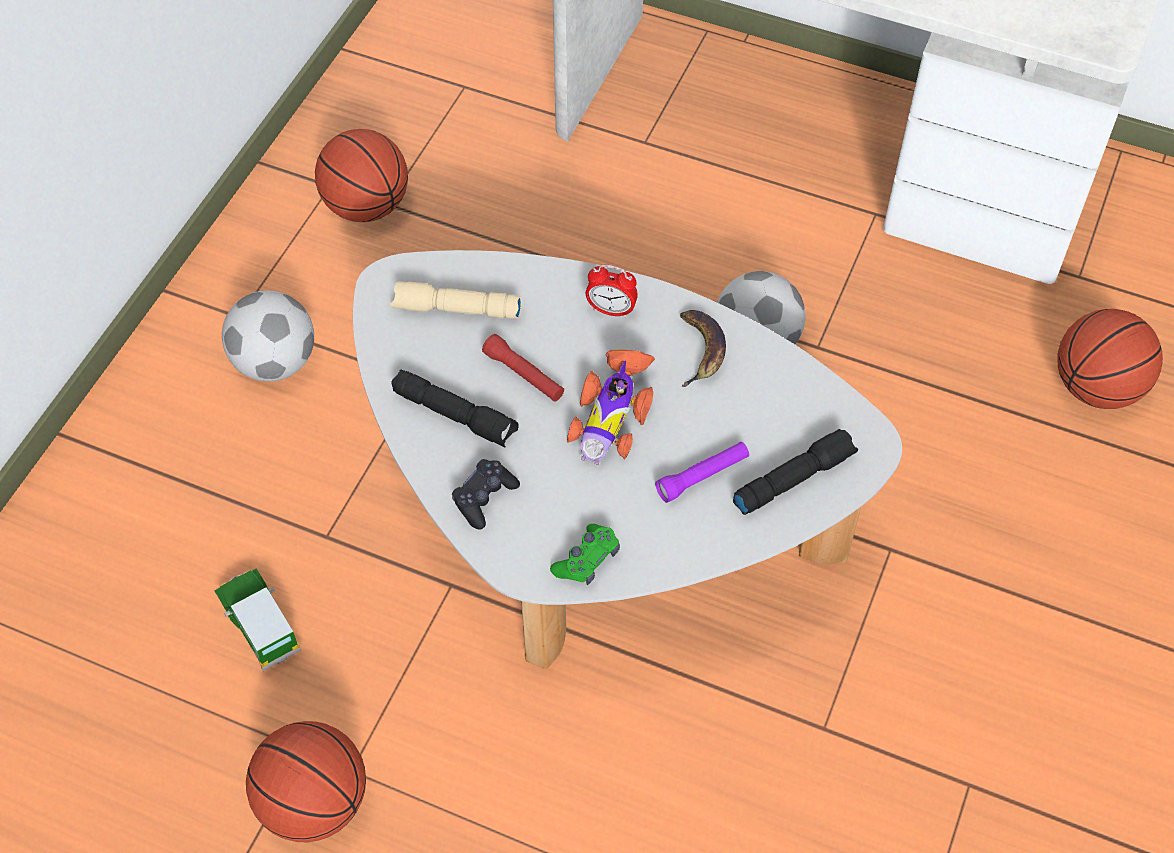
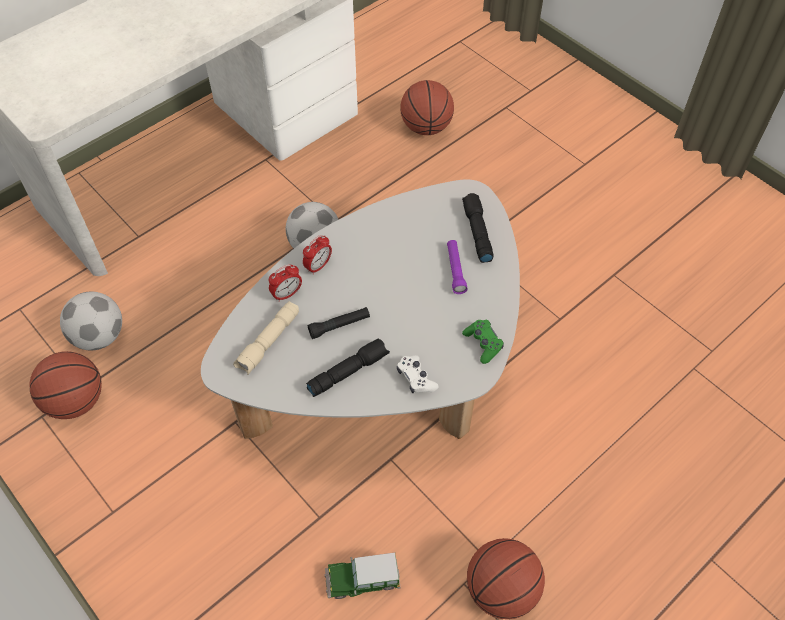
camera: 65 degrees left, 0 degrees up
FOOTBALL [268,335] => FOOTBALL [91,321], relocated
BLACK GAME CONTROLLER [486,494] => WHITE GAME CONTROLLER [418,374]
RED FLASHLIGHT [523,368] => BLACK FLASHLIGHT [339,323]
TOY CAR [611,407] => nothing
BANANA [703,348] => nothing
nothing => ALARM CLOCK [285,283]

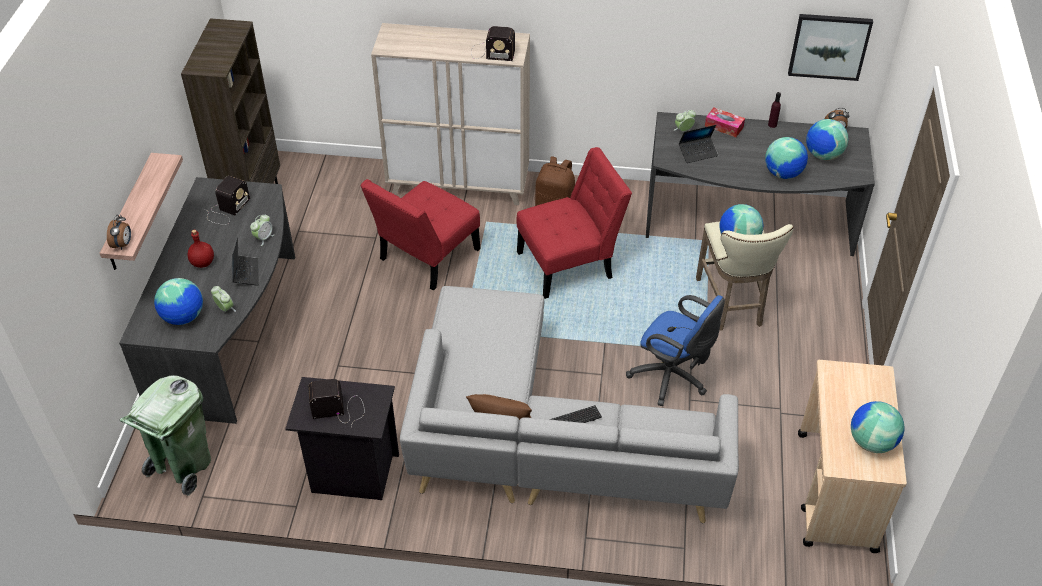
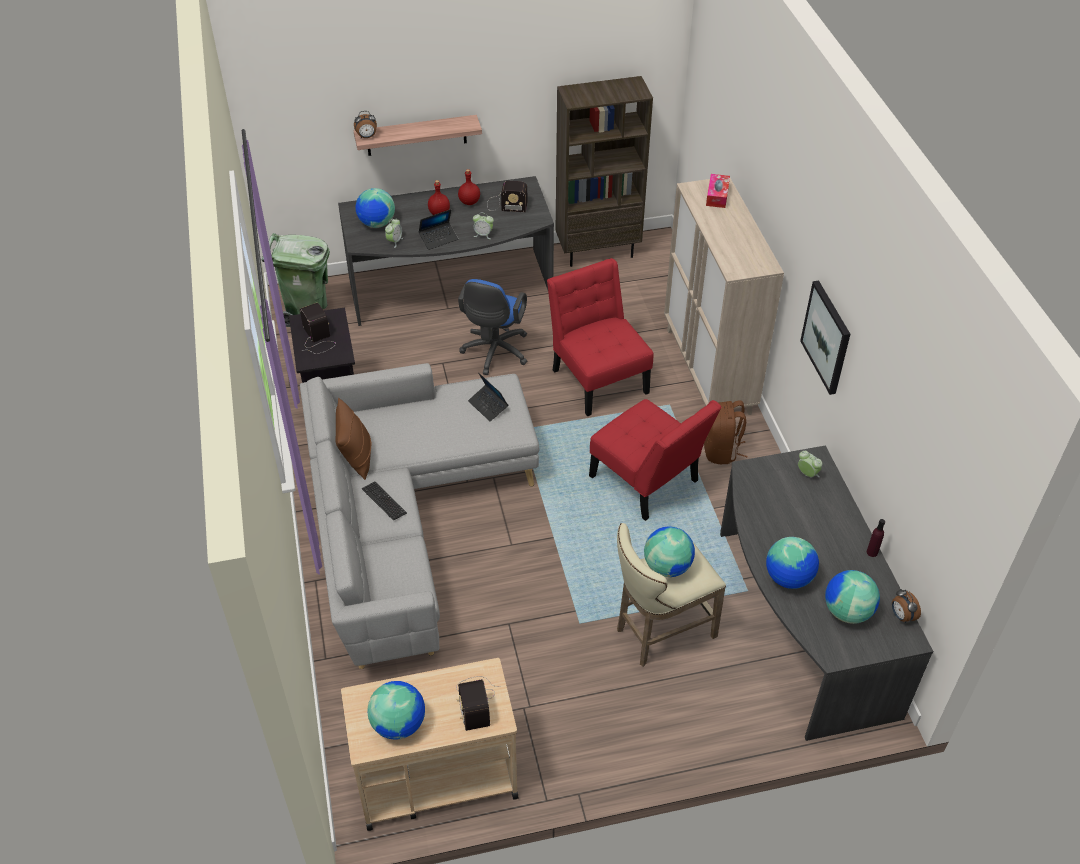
camera: 70 degrees right, 0 degrees up
RED CHAIR [420,235] => RED CHAIR [600,337], 45 degrees clockwise
RADIO [493,43] => RADIO [478,703], relocated
BLUE OFFICE CHAIR [675,350] => BLUE OFFICE CHAIR [492,327], relocated
LAPTOP [698,144] => LAPTOP [488,397], relocated
TISSUE BOX [725,122] => TISSUE BOX [718,191], relocated
PICTURE [830,47] => PICTURE [825,337], relocated
nothing => RED BOTTLE [469,187]

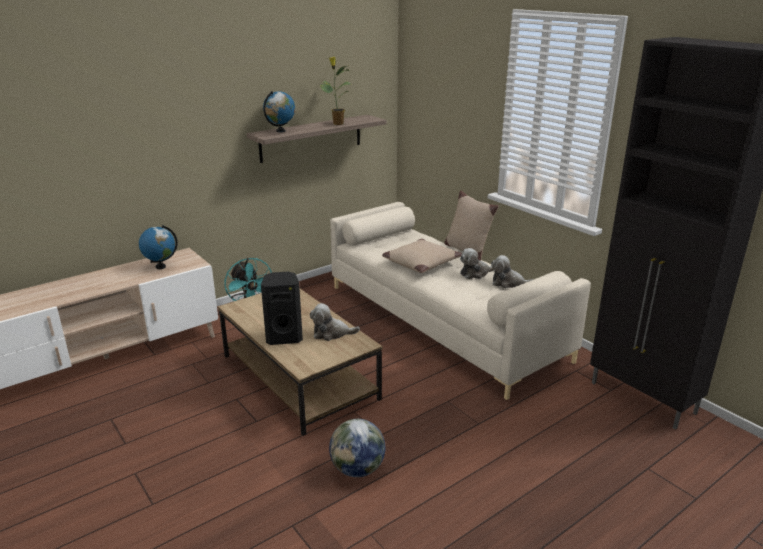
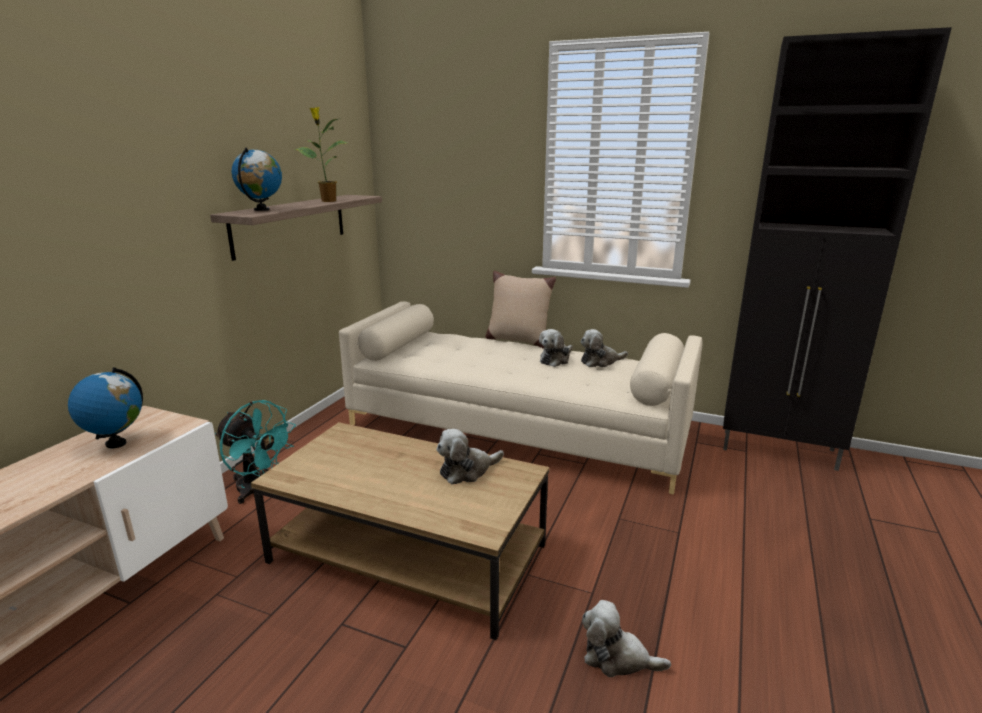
camera: 30 degrees left, 5 degrees down
BLACK SPEAKER [282,308] => nothing
GLOBE [357,448] => PLUSH TOY [626,638]
BEIGE PILLOW [422,256] => nothing

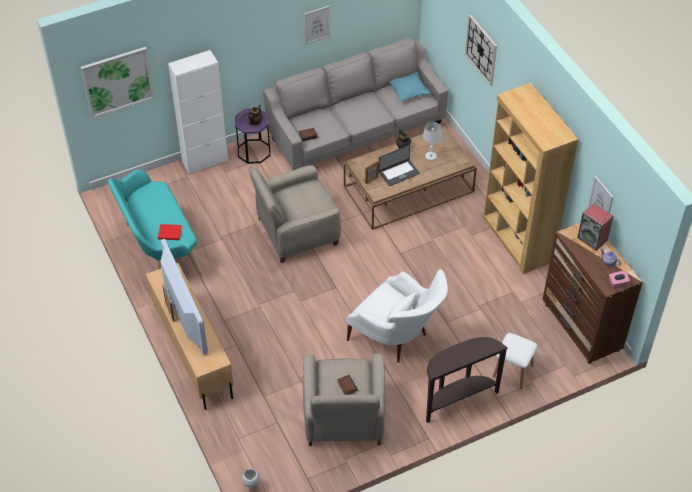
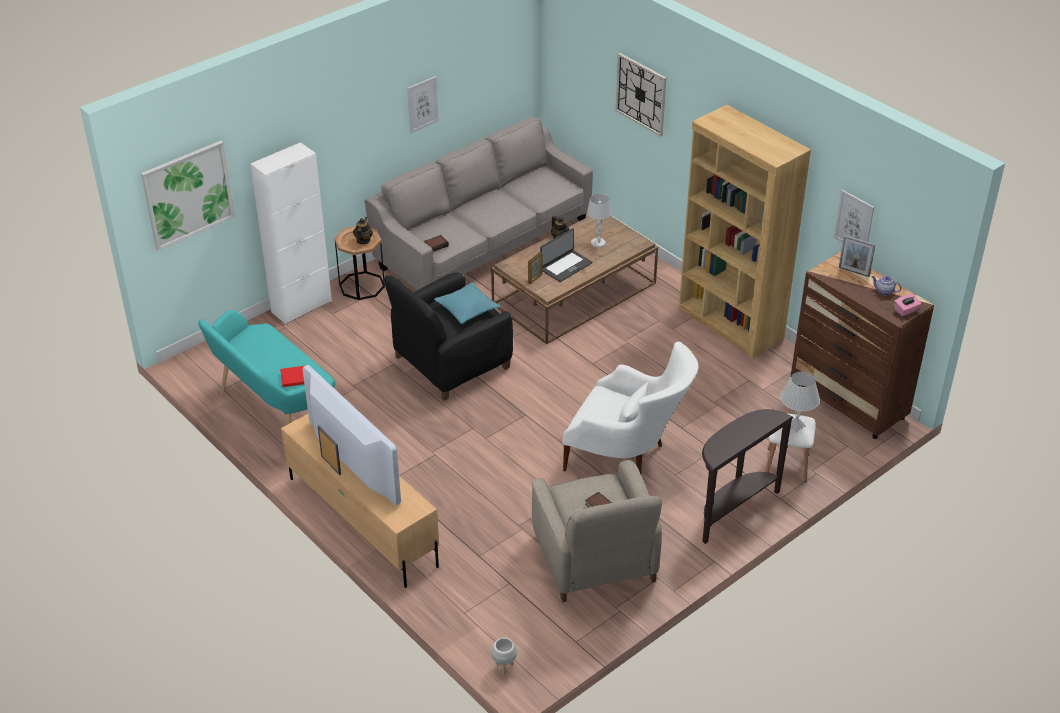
camera: 15 degrees left, 10 degrees down
PURPLE SIDE TABLE [252,136] => BROWN SIDE TABLE [359,263]
BEIGE ARMCHAIR [295,214] => BLACK ARMCHAIR [448,336]
TURQUOISE PILLOW [410,87] => TURQUOISE PILLOW [467,303], relocated
SPEAKER [595,227] => PICTURE FRAME [857,256]
nothing => WHITE TABLE LAMP [800,402]

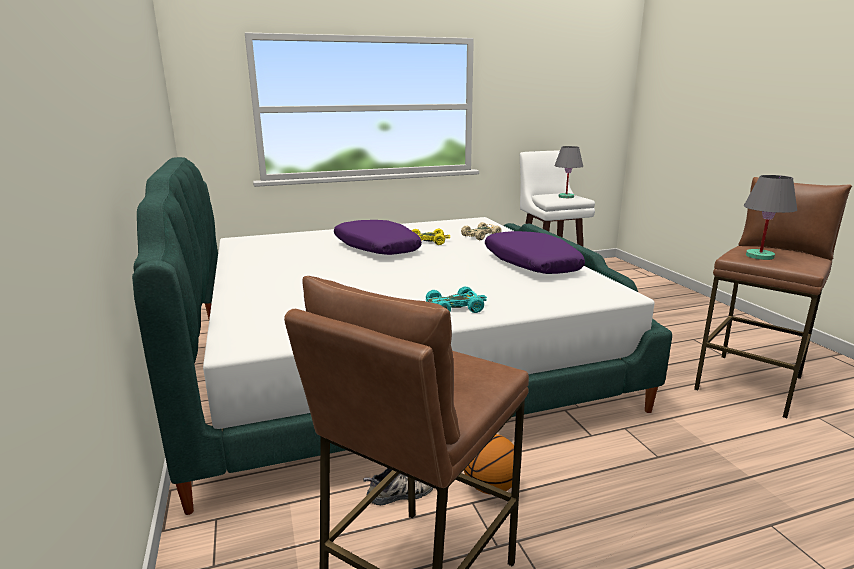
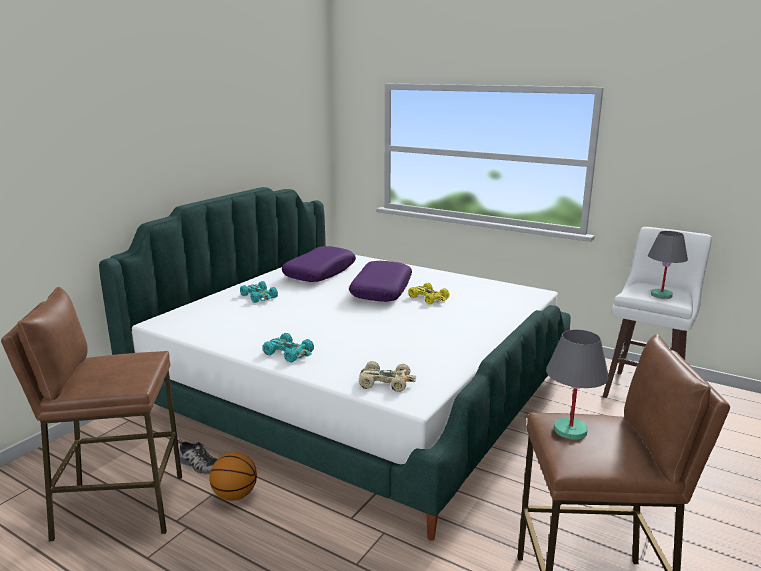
camera: 50 degrees right, 0 degrees up
BEIGE TOY CAR [481,231] => BEIGE TOY CAR [387,376], relocated
PURPLE PILLOW [535,252] => PURPLE PILLOW [319,264], relocated
nothing => TURQUOISE TOY CAR [259,292]

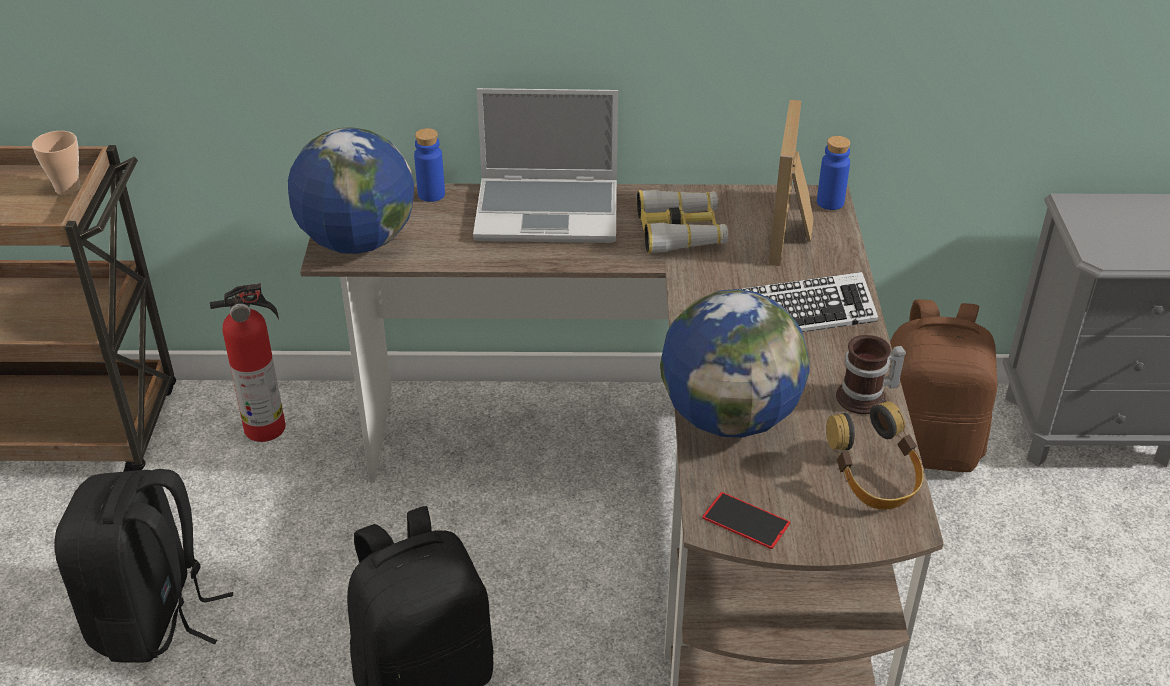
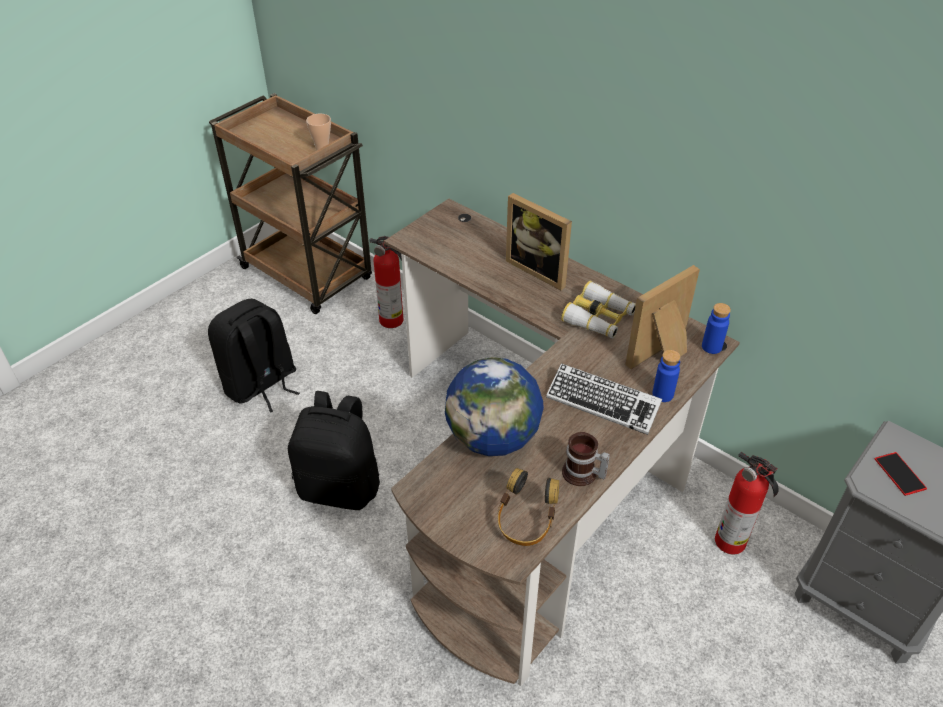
camera: 40 degrees right, 5 degrees up
GLOBE [351,190] => nothing
BLUE BOTTLE [429,165] => BLUE BOTTLE [666,376], relocated
LAPTOP [545,165] => PICTURE FRAME [539,242]
PHONE [746,520] => PHONE [901,474], relocated
BROWN BACKPACK [943,385] => FIRE EXTINGUISHER [747,503]

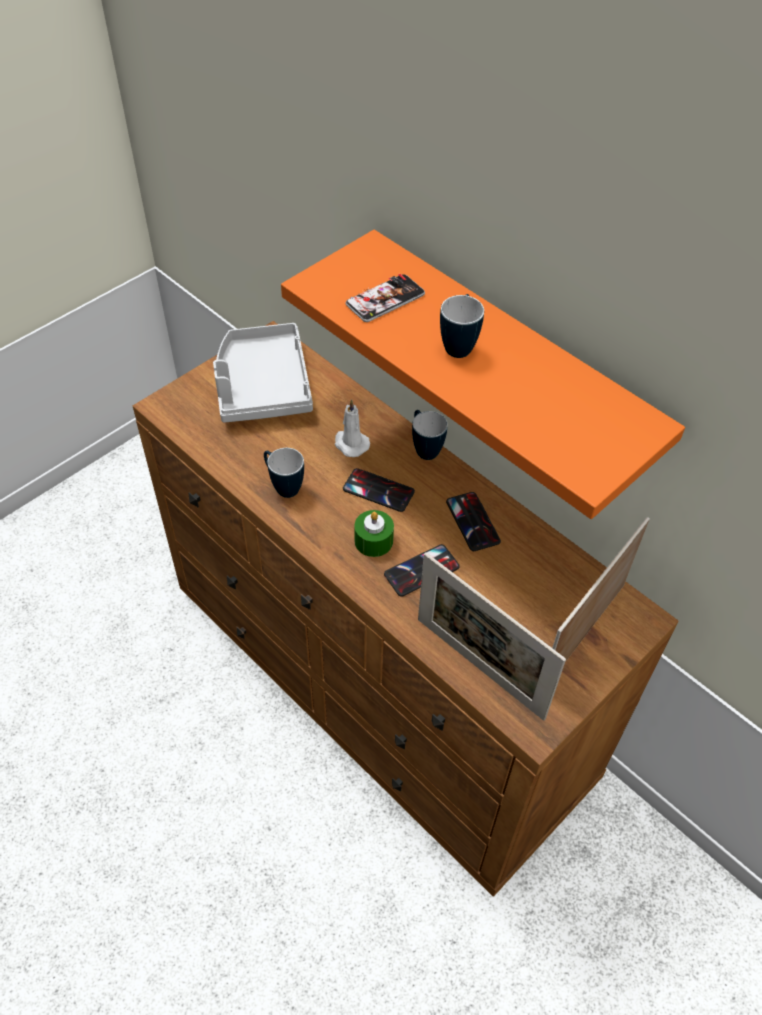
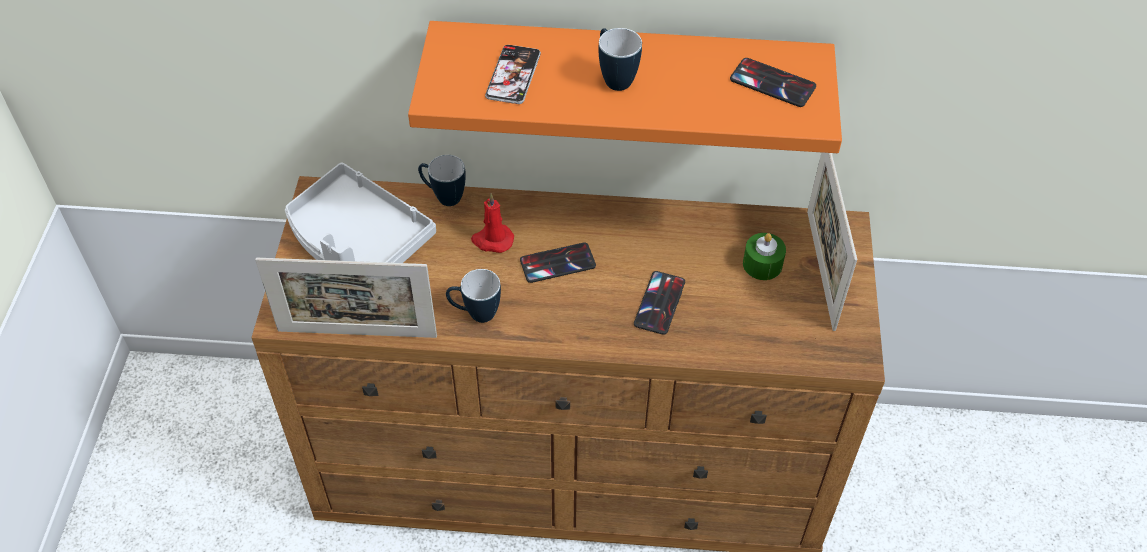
camera: 40 degrees left, 0 degrees up
WHITE CANDLE [352,428] => RED CANDLE [492,223]
GREEN CANDLE [374,533] => GREEN CANDLE [764,256], relocated
MUG [430,435] => MUG [442,180], relocated
PICTURE FRAME [492,636] => PICTURE FRAME [346,298], relocated
PHONE [473,521] => PHONE [773,82], relocated

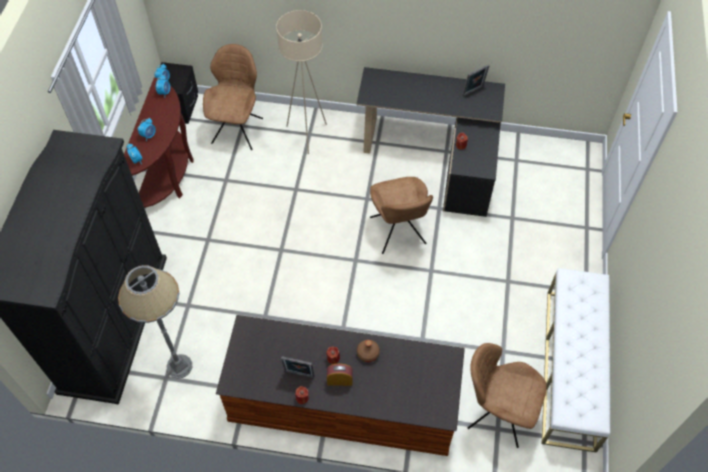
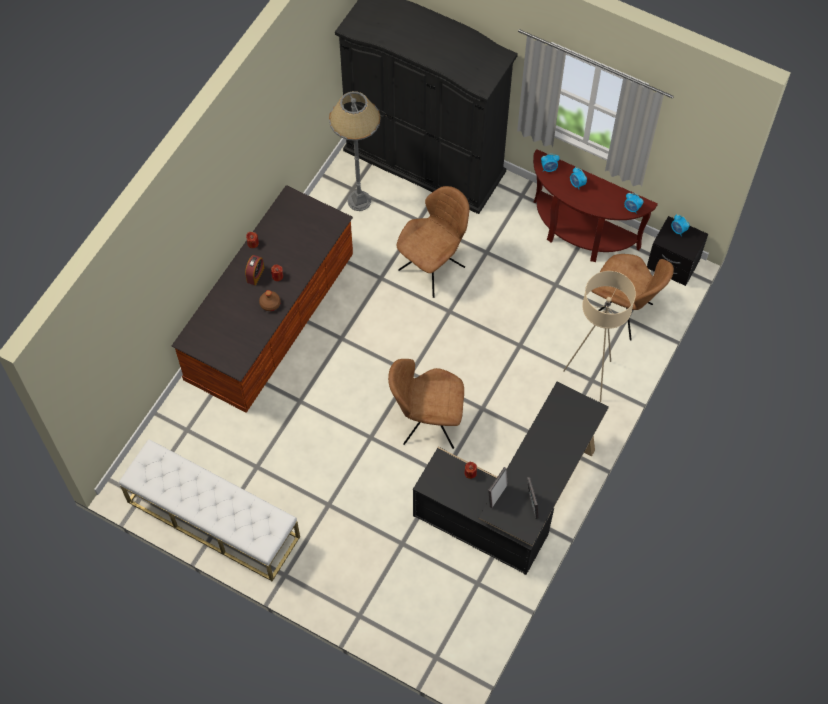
camera: 110 degrees right, 5 degrees up
PICTURE FRAME [298,367] => PICTURE FRAME [498,487], relocated
BROWN CHAIR [507,395] => BROWN CHAIR [432,242], relocated

